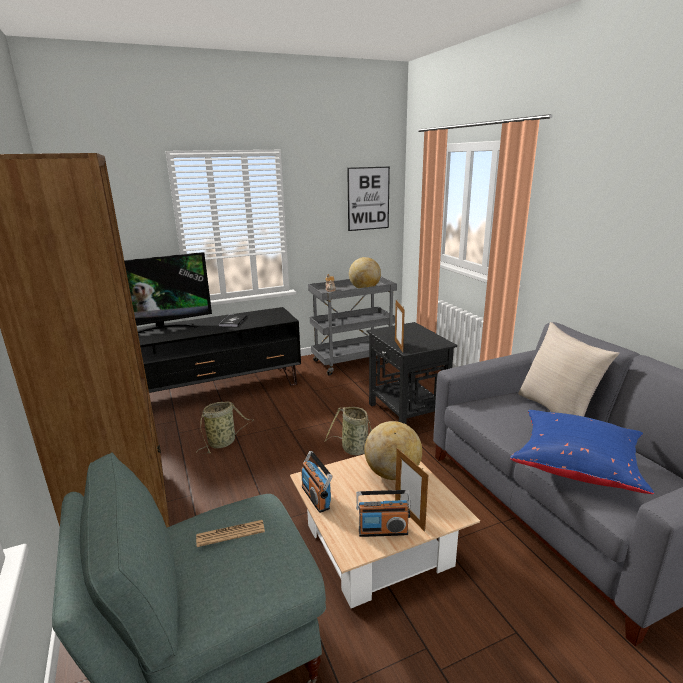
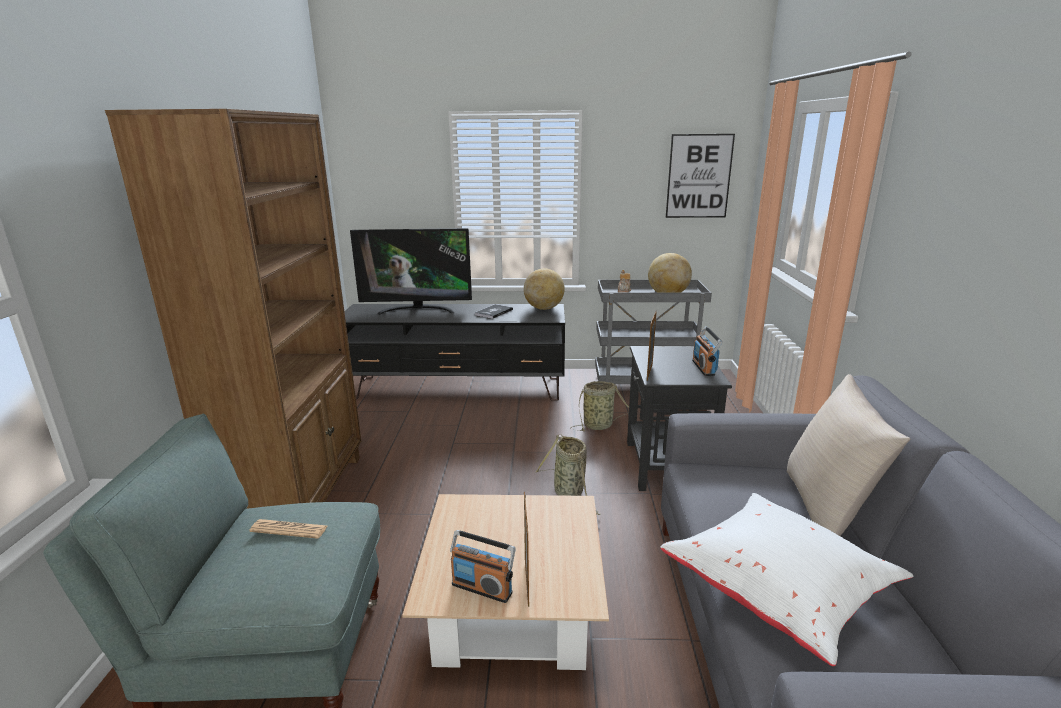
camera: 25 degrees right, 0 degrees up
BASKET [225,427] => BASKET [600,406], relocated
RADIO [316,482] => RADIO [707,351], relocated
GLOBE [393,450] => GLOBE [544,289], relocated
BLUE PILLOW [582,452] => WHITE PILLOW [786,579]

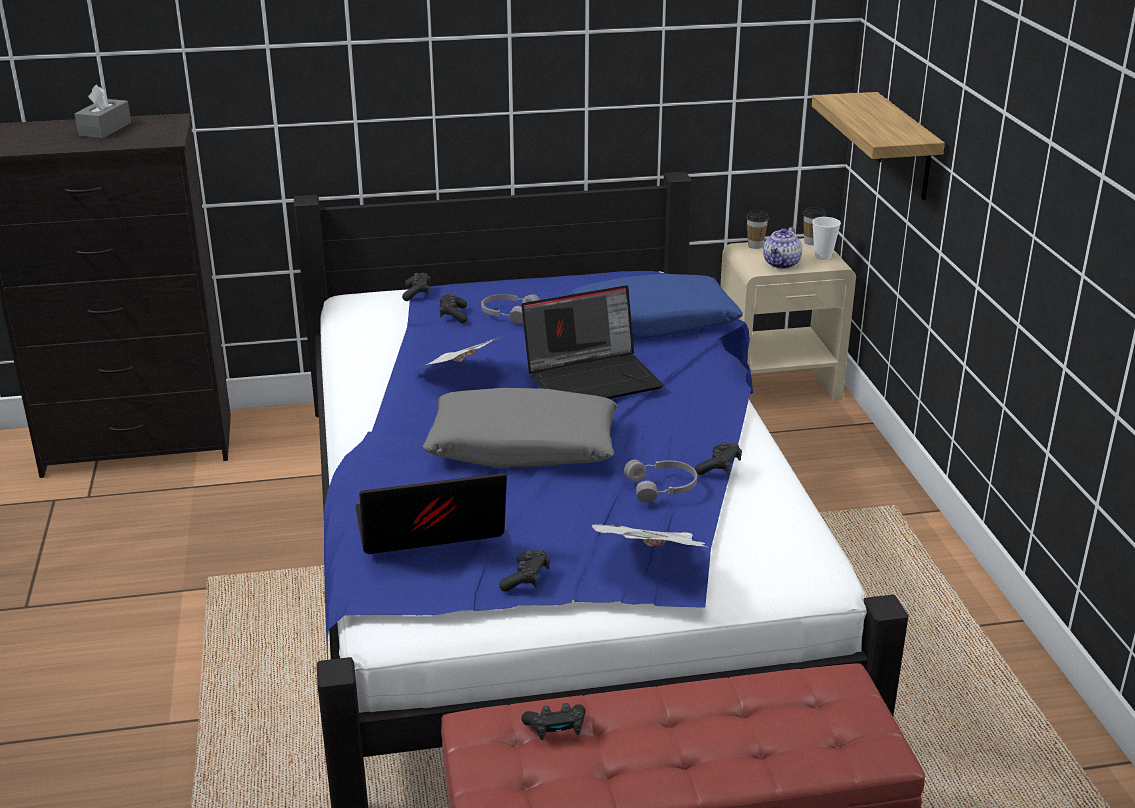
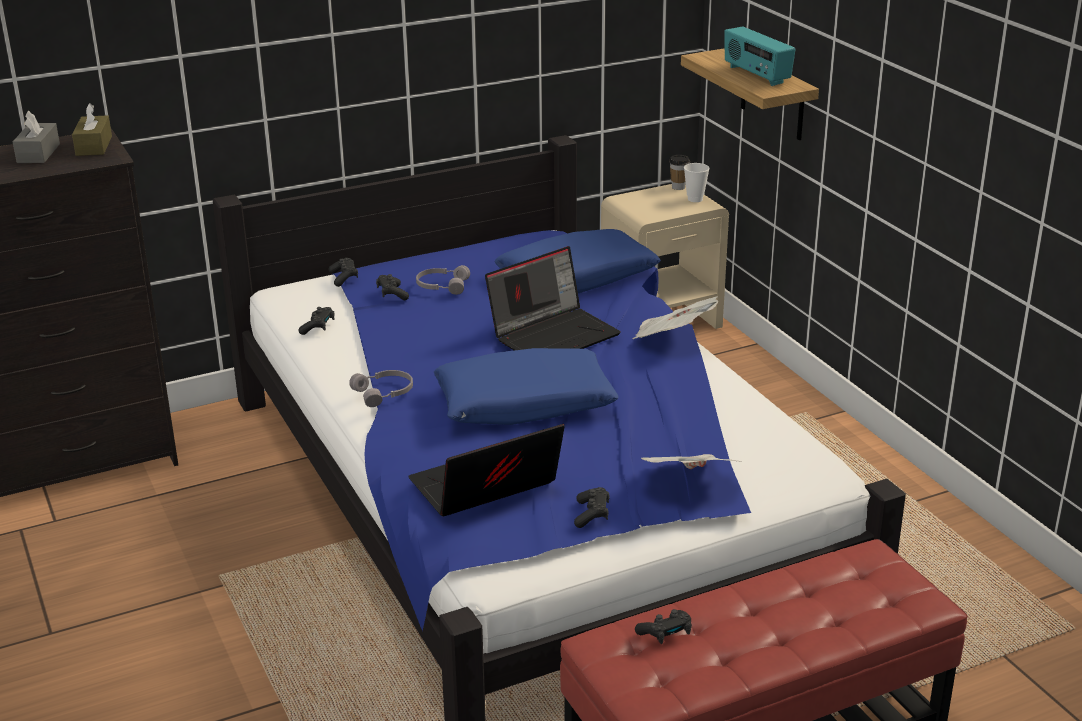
camera: 15 degrees left, 0 degrees up
NEWSPAPER [460,352] => NEWSPAPER [675,317], relocated
GREY PILLOW [519,427] => BLUE PILLOW [526,386]
GREY HEADPHONES [660,481] => GREY HEADPHONES [381,388], relocated
BLACK GAME CONTROLLER [718,458] => BLACK GAME CONTROLLER [317,321], relocated
CUP [757,229] => nothing
TEAPOT [782,248] => nothing
nothing => BROWN TISSUE BOX [92,129]
nothing => RADIO [760,56]

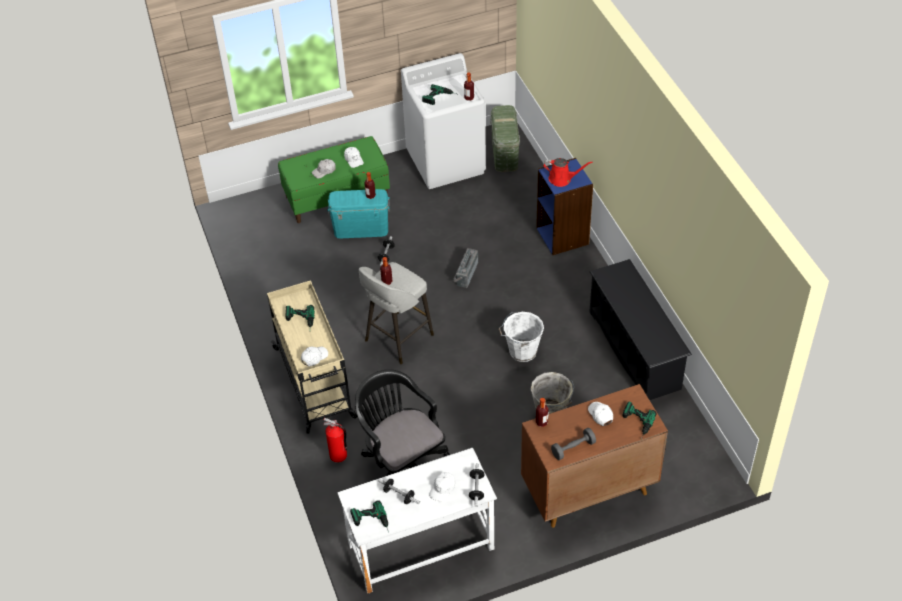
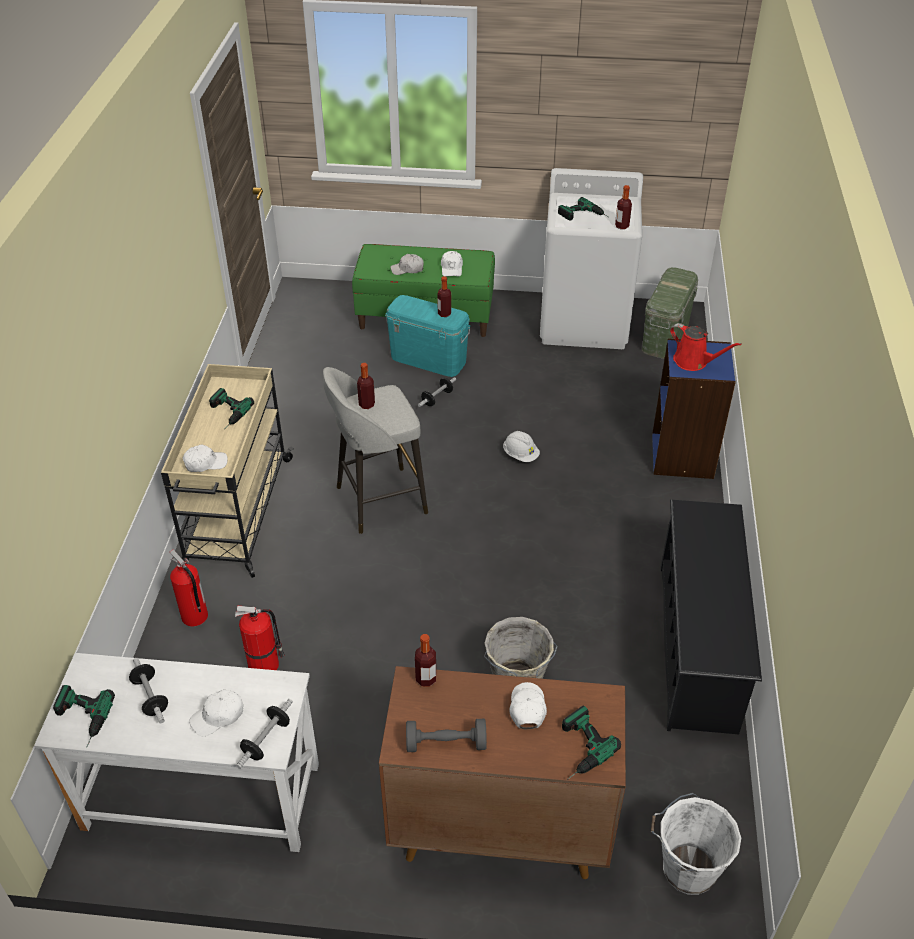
camera: 25 degrees right, 5 degrees down
BLACK OFFICE CHAIR [402,422] => FIRE EXTINGUISHER [260,638]
RADIO [465,268] => WHITE HARD HAT [521,446]
WHITE BUCKET [521,337] => WHITE BUCKET [696,844], relocated

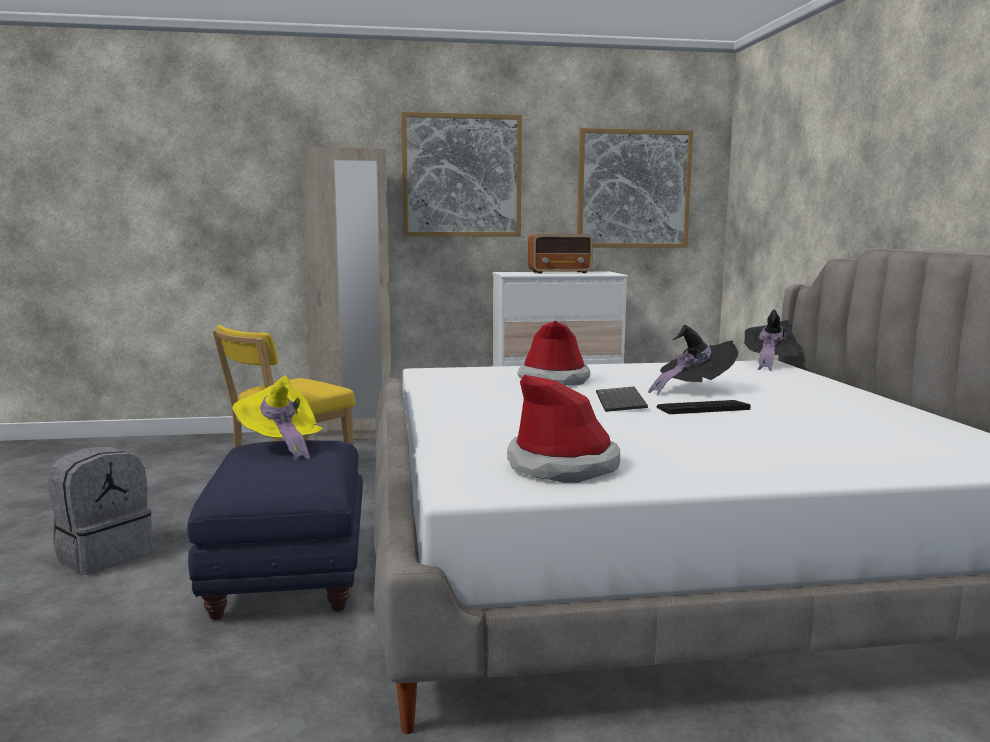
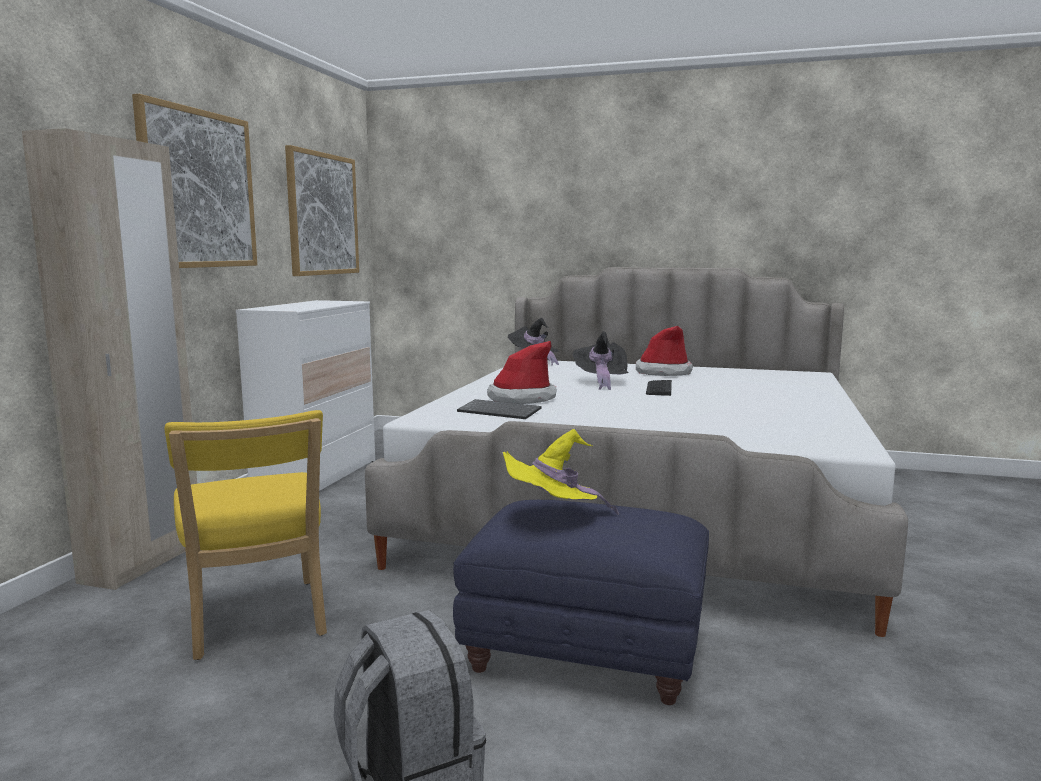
camera: 65 degrees left, 0 degrees up
HAT [563,429] => HAT [664,351], relocated
RADIO [560,254] => nothing
KEYBOARD [622,399] => KEYBOARD [499,409], relocated

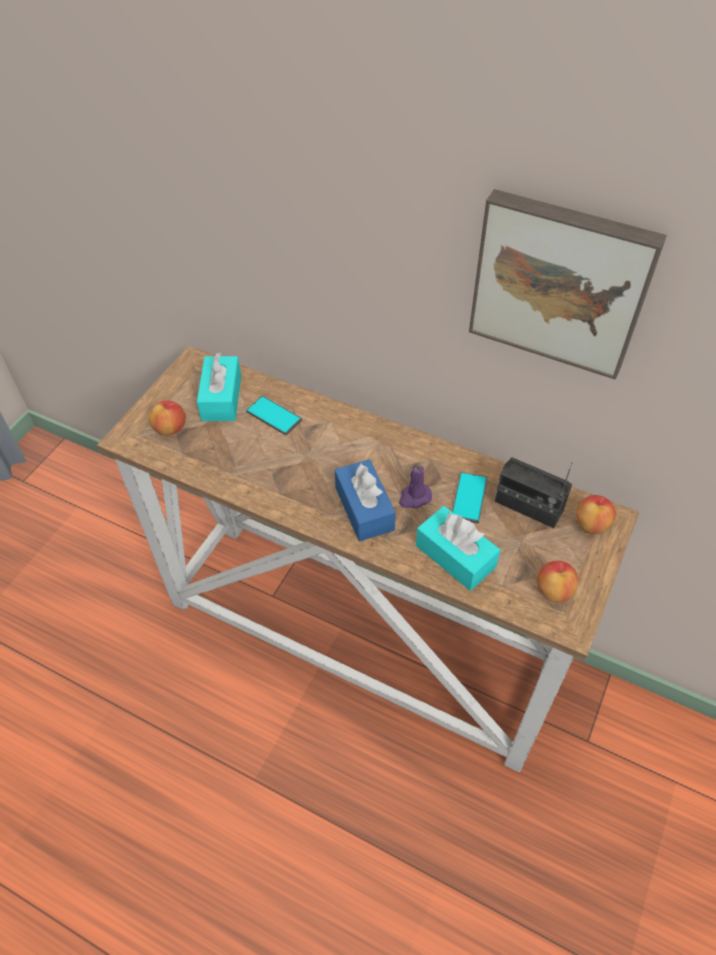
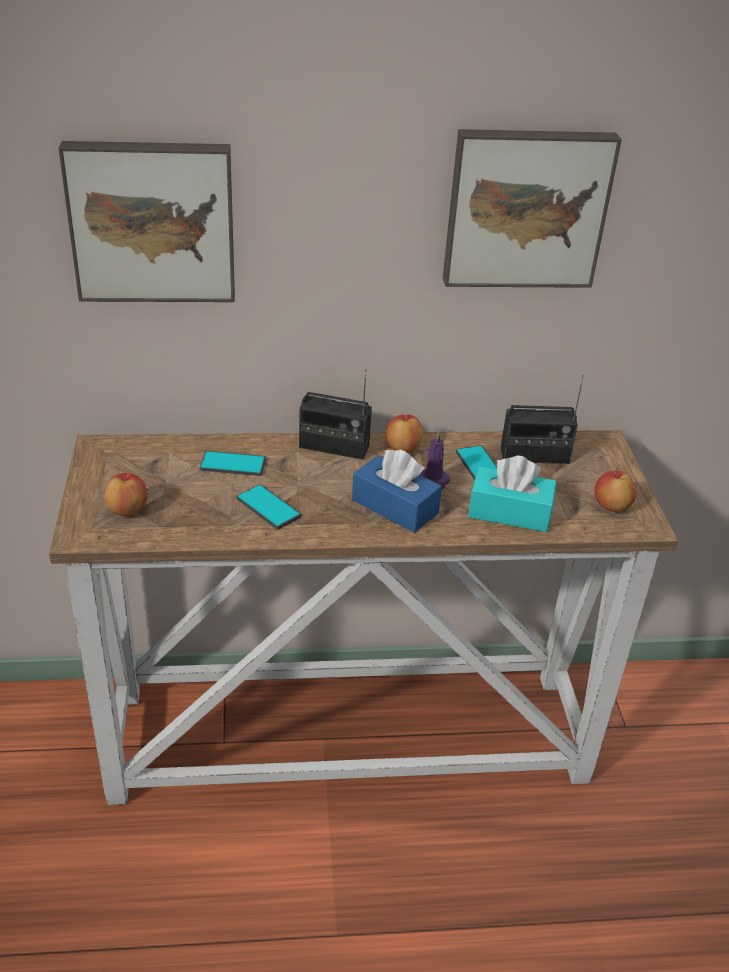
camera: 35 degrees left, 15 degrees down
TURQUOISE TISSUE BOX [219,387] => nothing
APPLE [596,514] => APPLE [404,433], relocated
nothing => PICTURE [147,221]
nothing => PHONE [268,507]
nothing => RADIO [335,414]

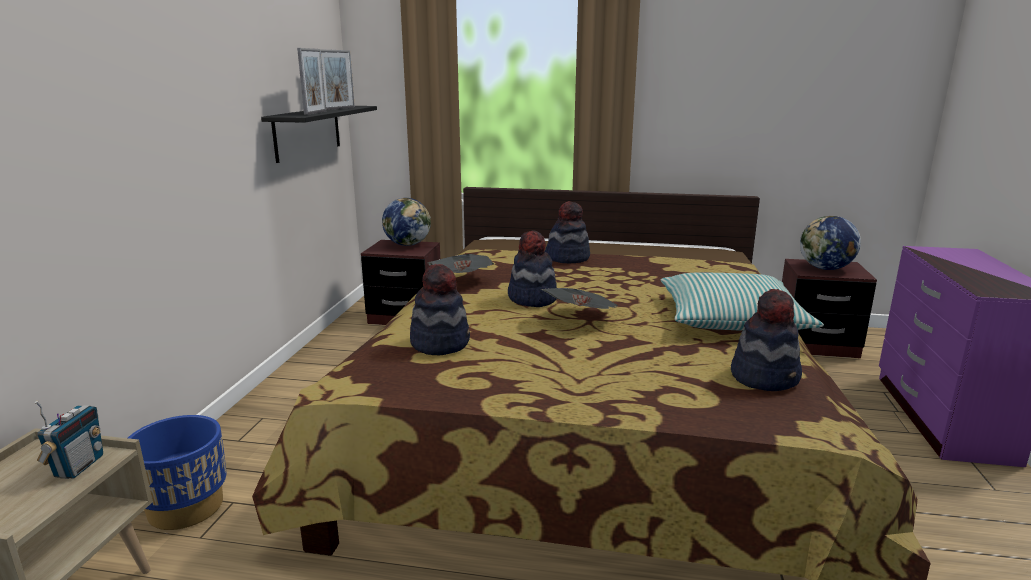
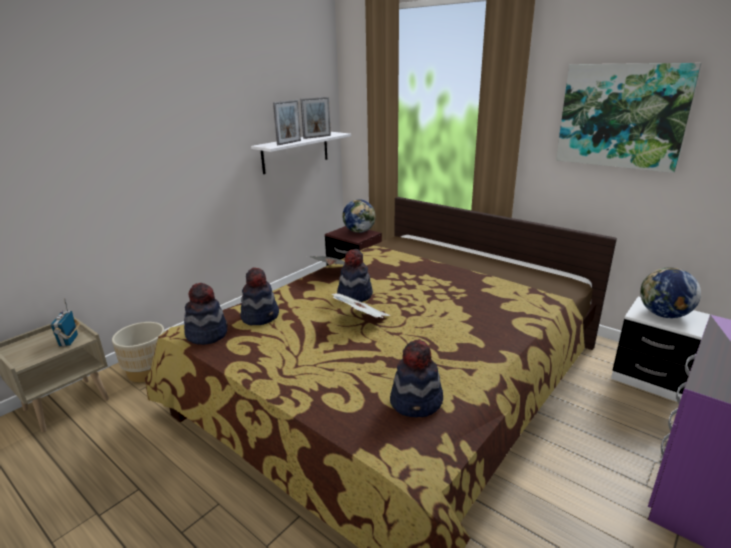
camera: 30 degrees right, 5 degrees up
RADIO [69,440] => RADIO [65,322], 135 degrees clockwise
BLUE PLANTER [177,472] => BEIGE PLANTER [138,352]
BLACK SHELF [319,134] => WHITE SHELF [301,153]
HAT [567,232] => HAT [206,314], relocated
PILLOW [742,301] => nothing
BROWN NIGHTSTAND [829,308] => WHITE NIGHTSTAND [661,349]
nothing => PICTURE [628,118]

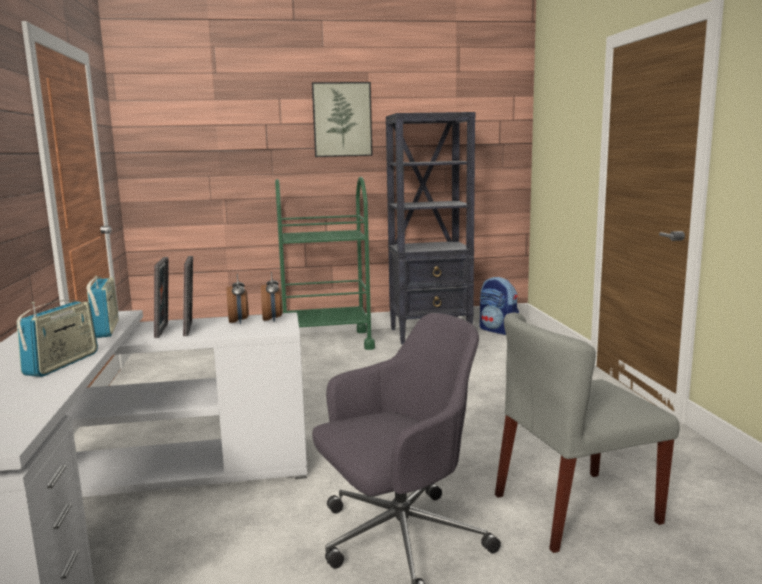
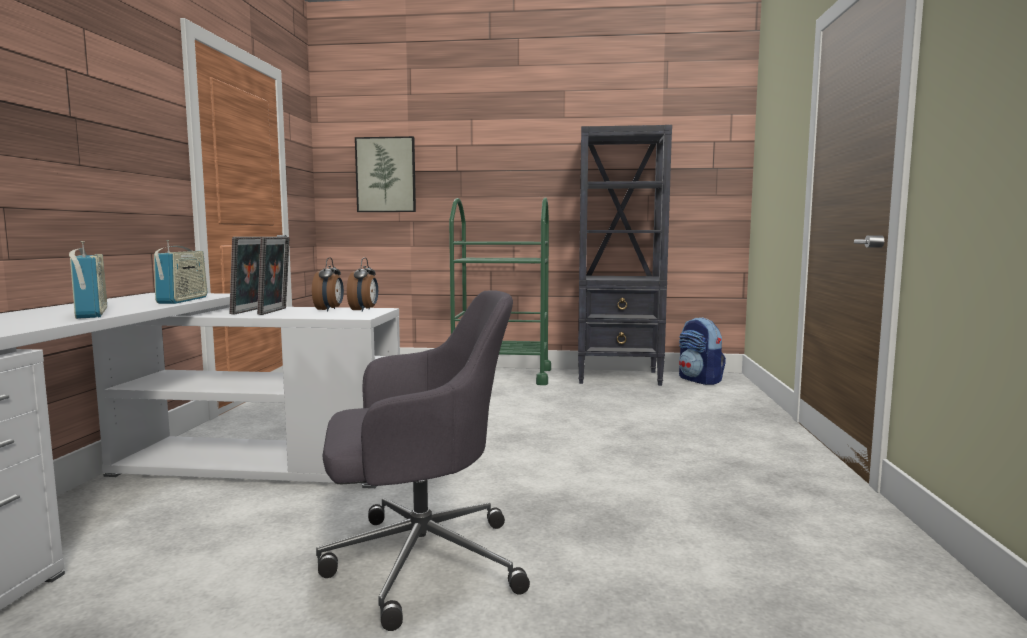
camera: 15 degrees right, 5 degrees down
RADIO [57,338] => RADIO [88,280], 60 degrees counterclockwise
PICTURE [342,119] => PICTURE [385,174], relocated
GREY CHAIR [587,432] => nothing

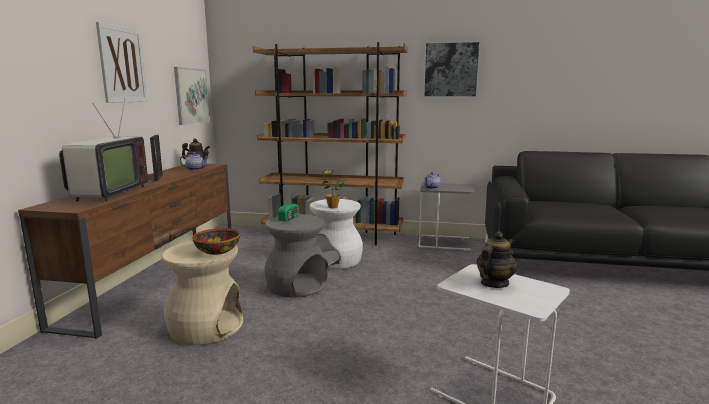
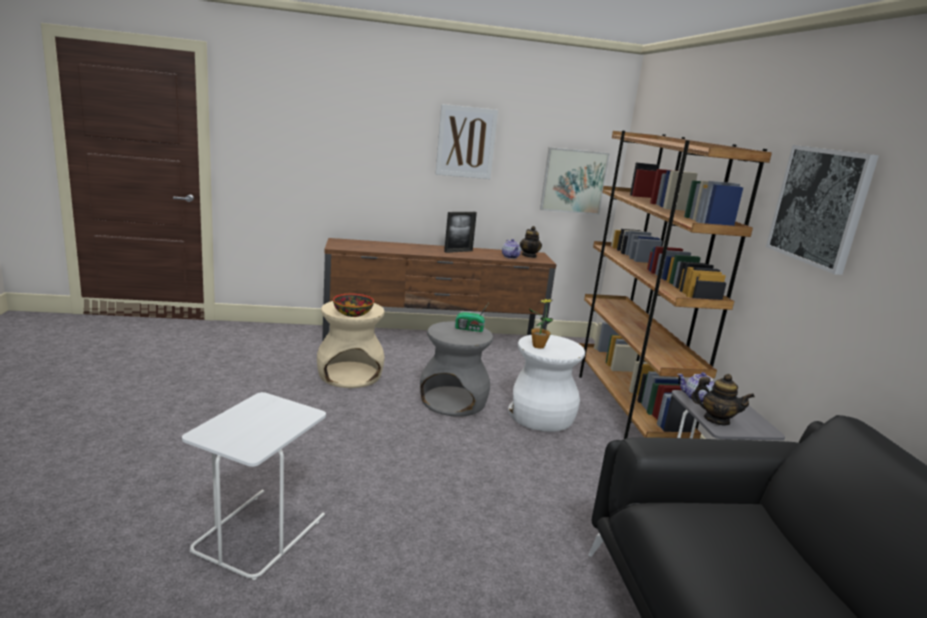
camera: 70 degrees right, 5 degrees up
TELEVISION [103,151] => nothing
TEAPOT [497,259] => TEAPOT [723,399], relocated

